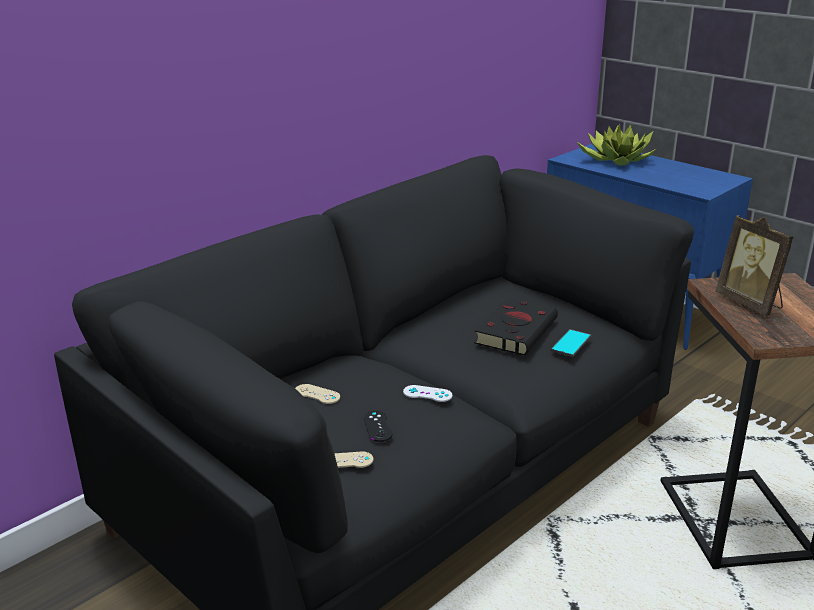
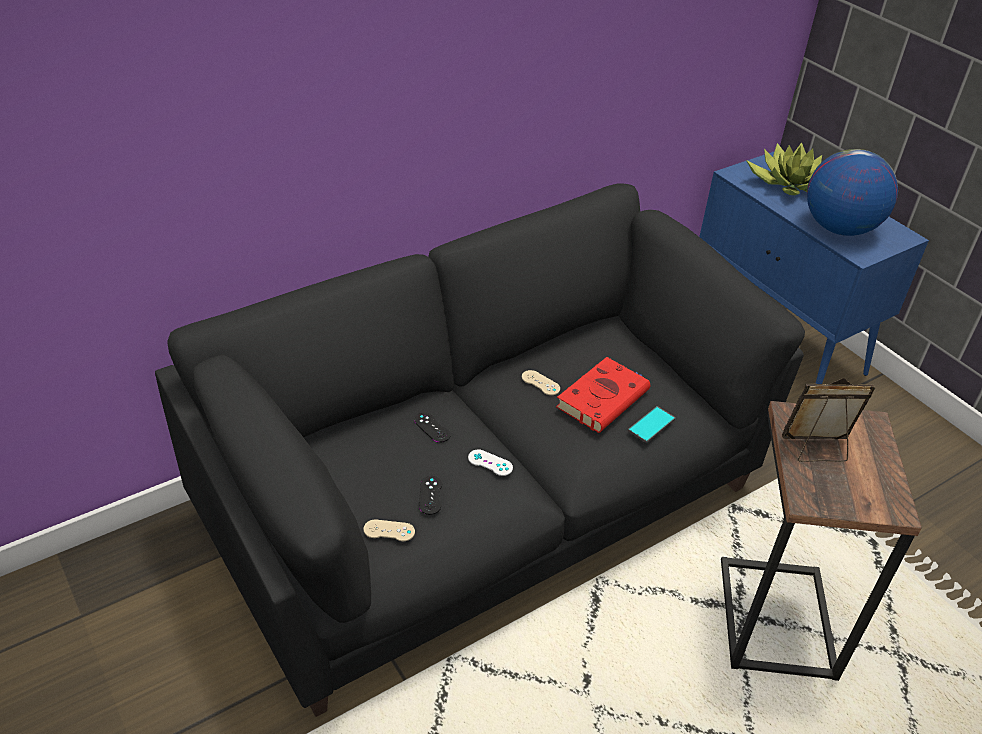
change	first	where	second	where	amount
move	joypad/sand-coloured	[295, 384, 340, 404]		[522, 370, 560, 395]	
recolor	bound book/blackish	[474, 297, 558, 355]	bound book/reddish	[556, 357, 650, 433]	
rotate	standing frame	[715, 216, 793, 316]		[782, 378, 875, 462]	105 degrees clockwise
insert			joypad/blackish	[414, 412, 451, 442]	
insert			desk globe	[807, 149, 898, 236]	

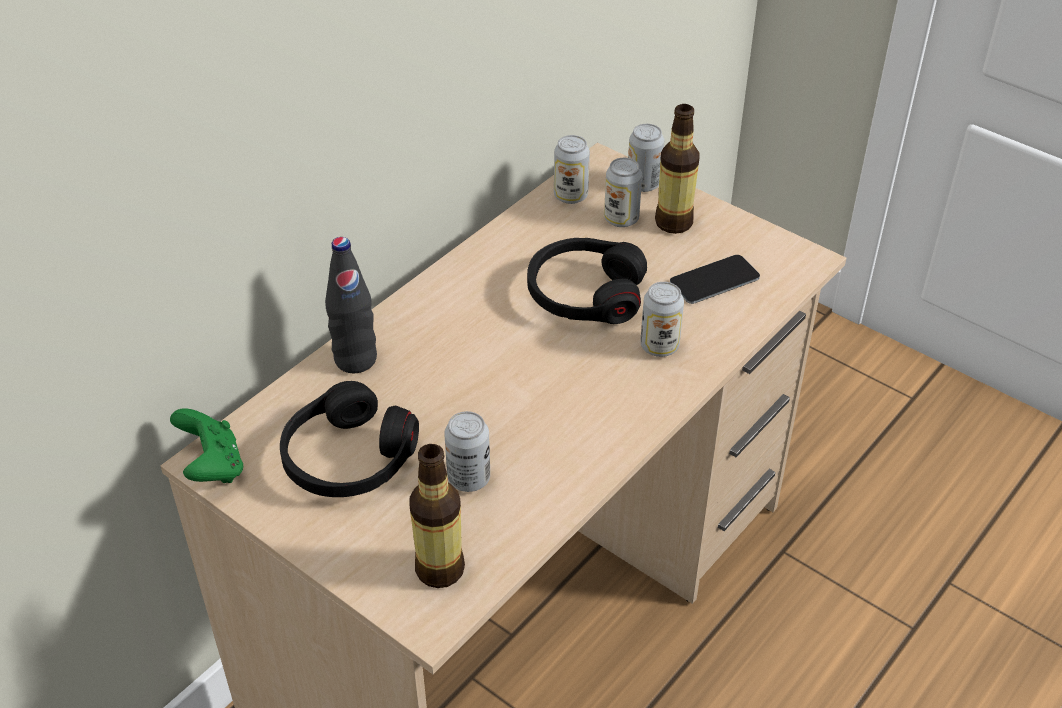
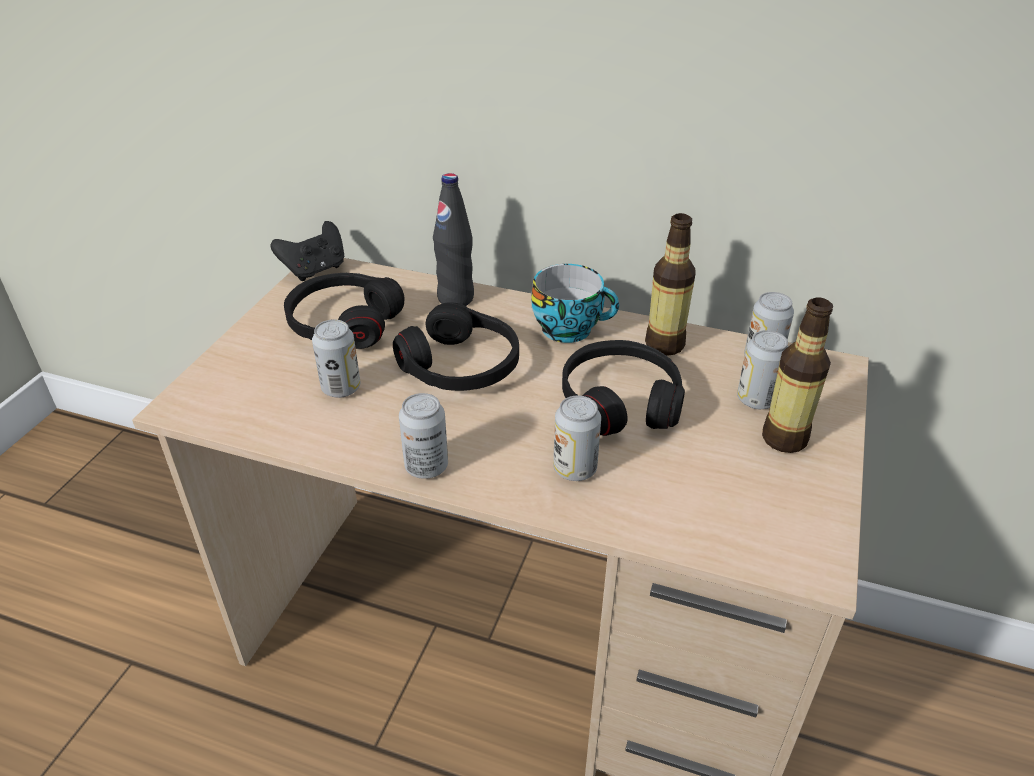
change	first	where	second	where	amount
recolor	joypad/green	[170, 408, 243, 483]	joypad/blackish	[271, 221, 344, 281]	
move	bottle	[409, 444, 465, 588]		[645, 213, 696, 356]	
move	sealed can	[628, 124, 664, 192]		[399, 393, 448, 479]	
delete	handset	[670, 255, 760, 304]			
insert			headset/blackish	[393, 303, 519, 391]	
insert			drinking cup	[531, 264, 619, 343]	

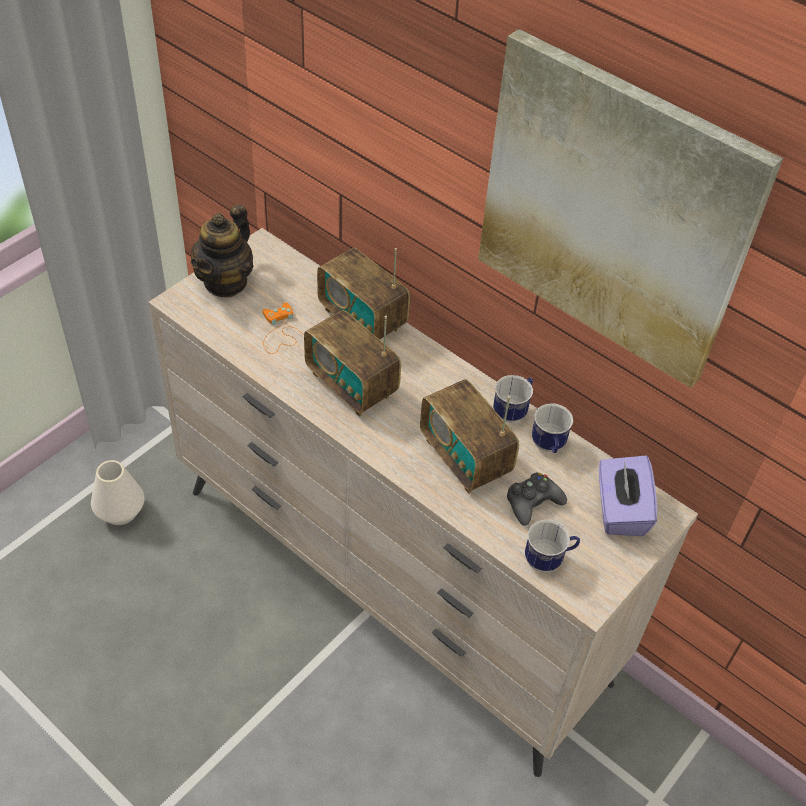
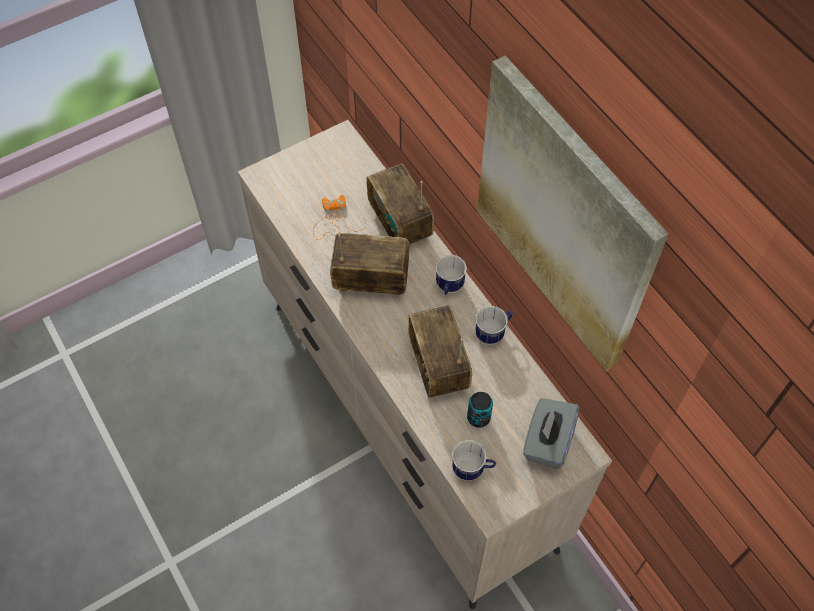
change	first	where	second	where	amount
delete	flower vase/white	[91, 460, 145, 525]			
delete	tea pot	[191, 204, 254, 297]			
rotate	radio set	[304, 310, 401, 417]		[330, 233, 409, 295]	120 degrees clockwise
replace	joypad/blackish	[507, 473, 567, 526]	sealed can	[467, 392, 493, 428]	
move	tea mug	[532, 403, 573, 453]		[436, 255, 467, 295]	
recolor	tissue box/purplish	[599, 456, 657, 536]	tissue box/gray	[523, 398, 580, 469]	

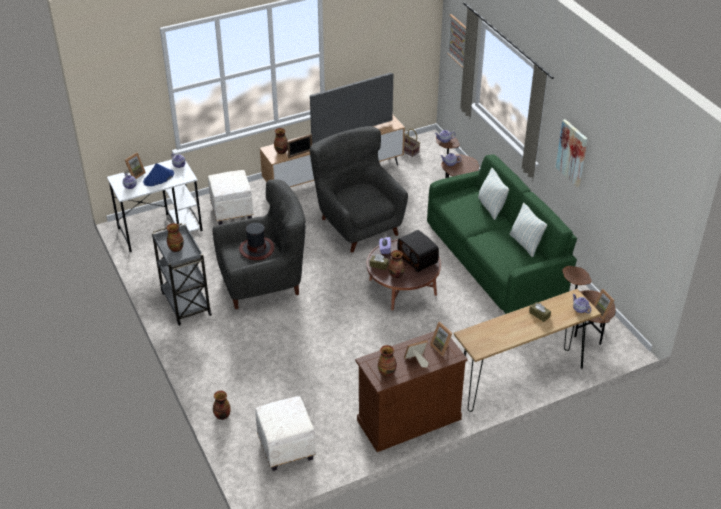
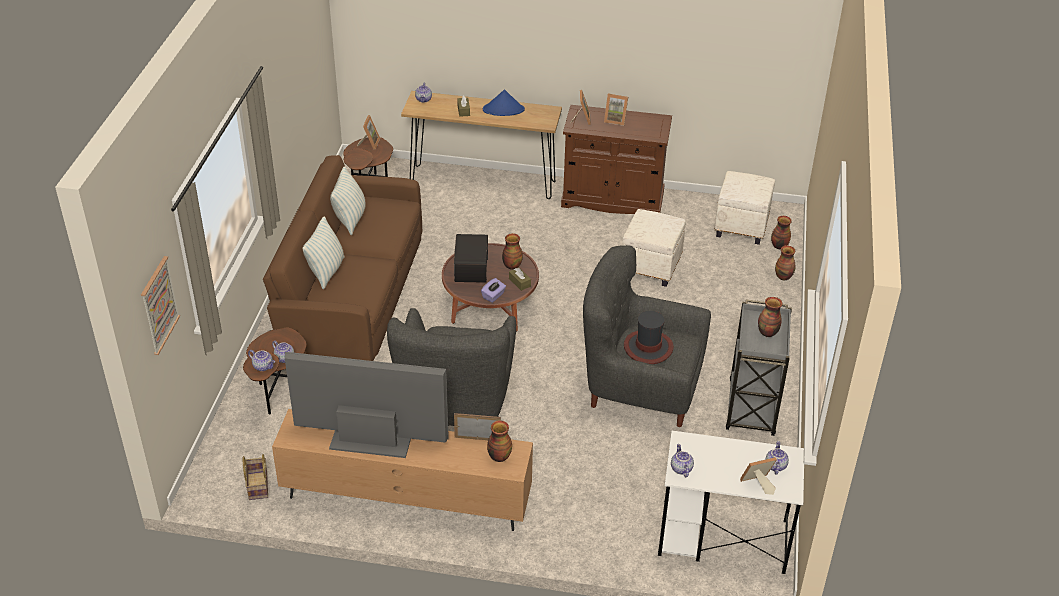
change	first	where	second	where	amount
move	wearable hat/blue-coloured	[143, 163, 174, 186]		[483, 90, 525, 116]	
move	ottoman/white	[208, 170, 254, 225]		[622, 209, 686, 287]	
move	flower vase	[378, 345, 397, 377]		[771, 216, 792, 250]	
recolor	couch/green	[427, 154, 577, 314]	couch/brown-coloured	[263, 155, 422, 361]	
delete	wall art	[556, 119, 588, 187]			

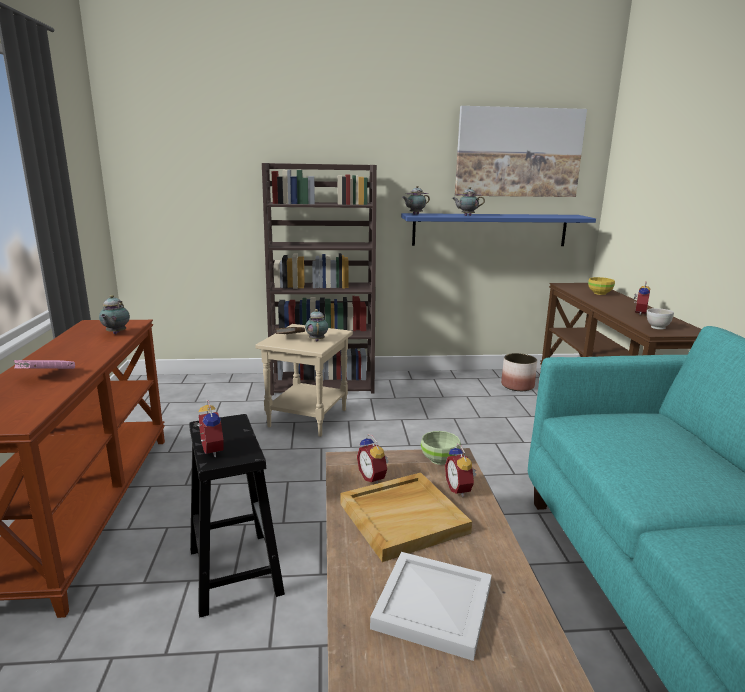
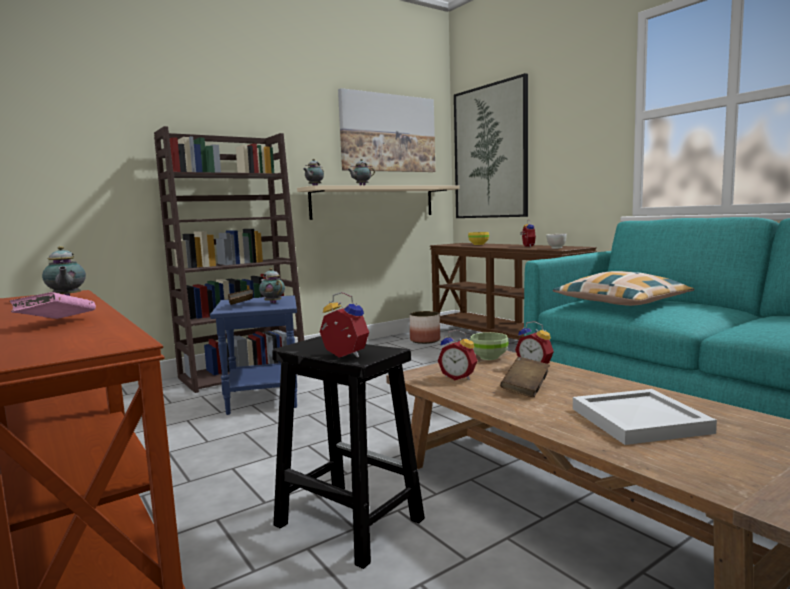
change	first	where	second	where	amount
recolor	side table/sand-coloured	[255, 324, 353, 437]	side table/blue-coloured	[210, 295, 297, 415]	
replace	tray/sand-coloured	[340, 473, 472, 562]	bound book/brown-coloured	[500, 357, 550, 397]	
recolor	bracket shelf/blue-coloured	[401, 213, 596, 246]	bracket shelf/sand-coloured	[297, 185, 460, 220]	
insert			wall art	[454, 73, 528, 218]	
insert			throw pillow	[553, 271, 694, 306]	

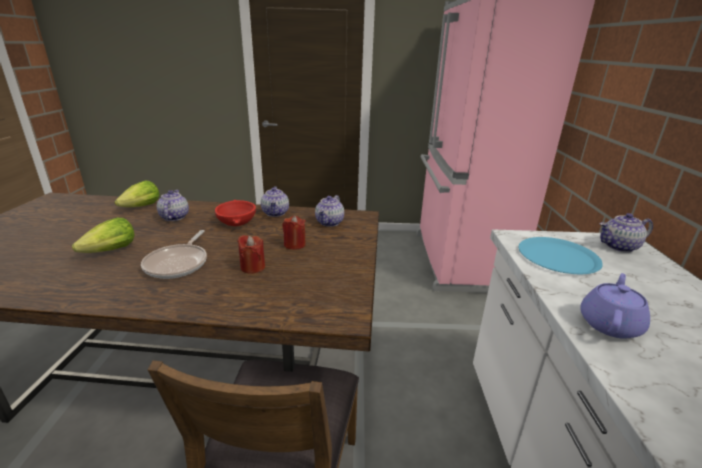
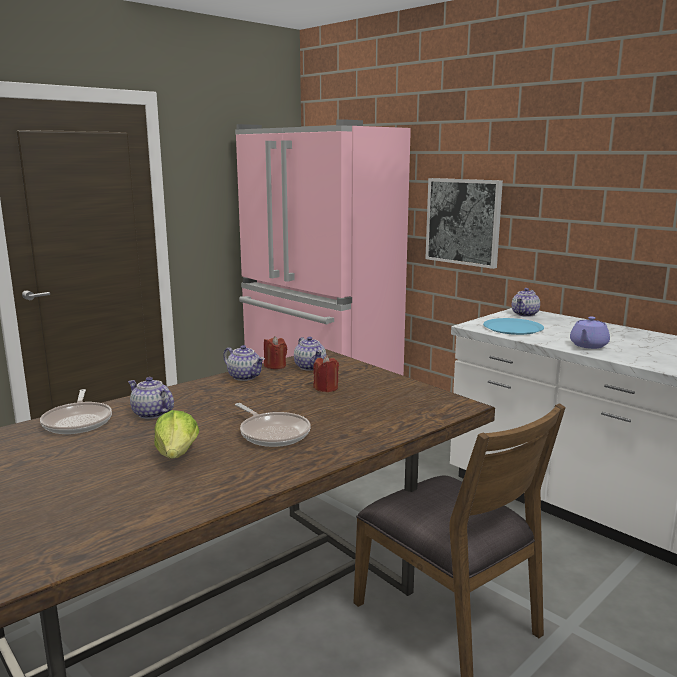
change	first	where	second	where	amount
replace	lettuce head	[114, 180, 159, 207]	skillet	[40, 389, 112, 434]	
delete	bowl/reddish	[215, 200, 256, 226]			
move	wax candle/reddish	[237, 235, 265, 274]		[264, 336, 287, 369]	
rotate	tea pot/purplish	[580, 273, 650, 339]		[570, 317, 610, 349]	135 degrees counterclockwise
insert			wall art	[425, 178, 503, 269]	

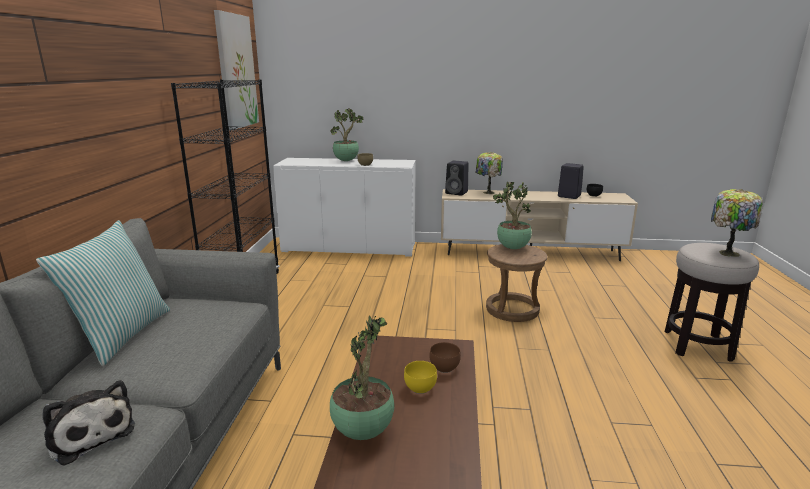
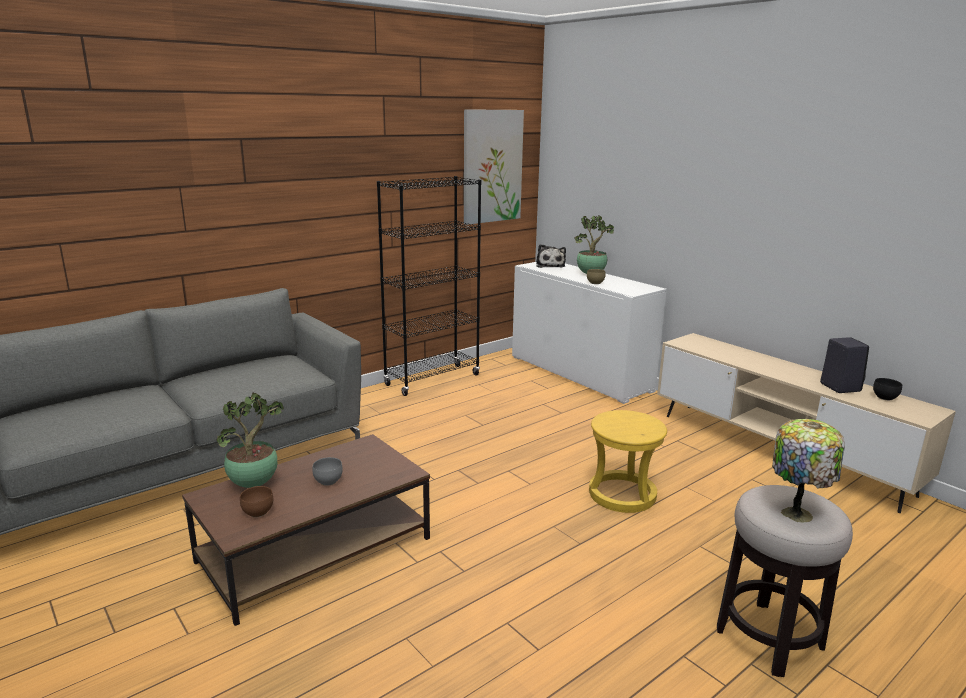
change	first	where	second	where	amount
delete	throw pillow	[36, 220, 170, 366]			
move	soft toy	[43, 380, 135, 465]		[536, 244, 566, 268]	
recolor	bowl/yellow	[404, 361, 437, 394]	bowl/gray	[313, 457, 343, 486]	
move	bowl/brown-coloured	[429, 342, 461, 373]		[240, 486, 273, 517]	
delete	speaker/blackish	[445, 161, 469, 195]			
delete	table lamp	[476, 152, 503, 194]			
recolor	stool seat/brown-coloured	[486, 244, 547, 322]	stool seat/yellow	[589, 410, 667, 513]	
delete	potted plant	[493, 181, 532, 249]			

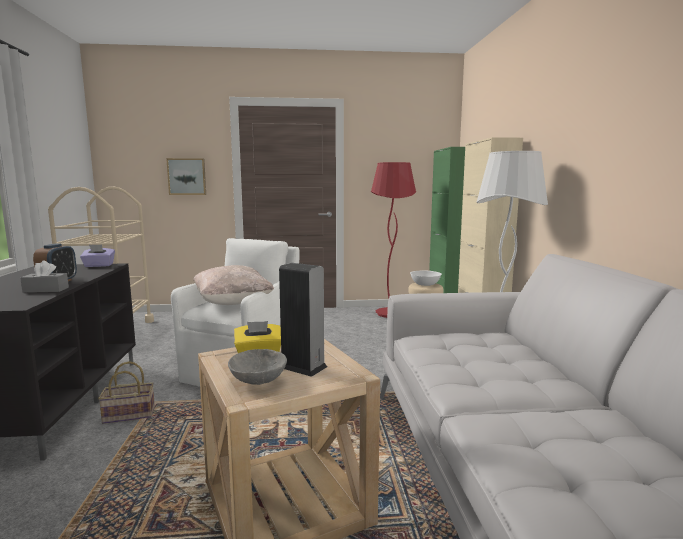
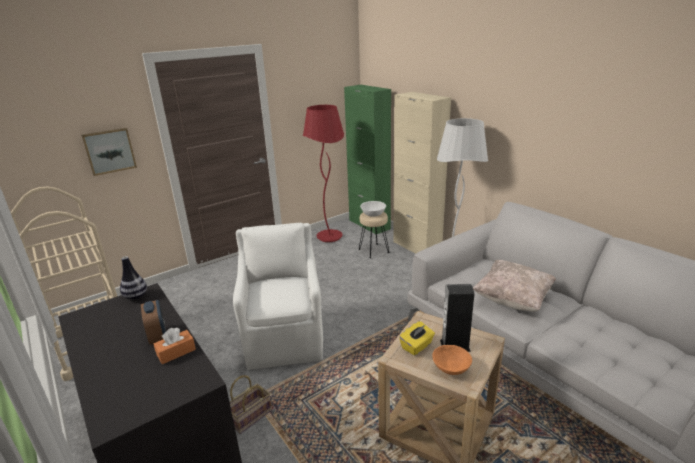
change	first	where	second	where	amount
recolor	tissue box/gray	[20, 260, 69, 293]	tissue box/orange-coloured	[154, 328, 196, 364]	
replace	tissue box/purplish	[80, 245, 115, 267]	flower vase	[120, 256, 147, 300]	
move	throw pillow/sand-coloured	[193, 265, 274, 305]		[473, 260, 556, 311]	
recolor	bowl/gray	[228, 349, 287, 385]	bowl/orange-coloured	[432, 345, 472, 375]	

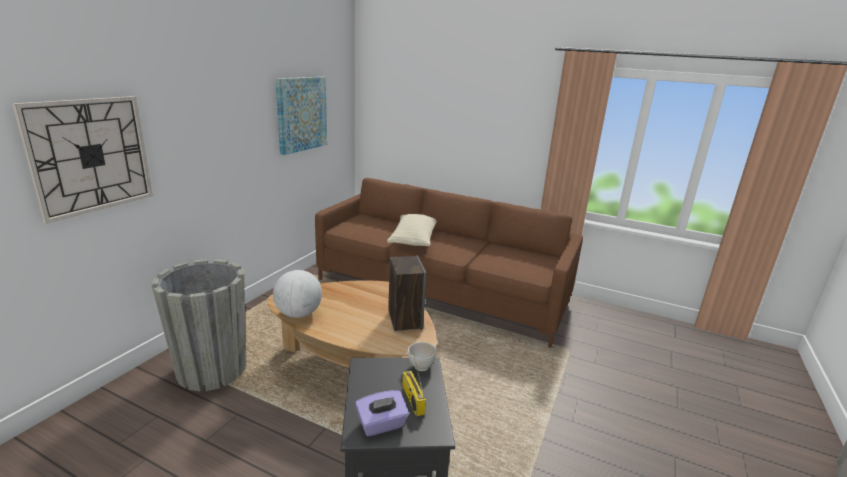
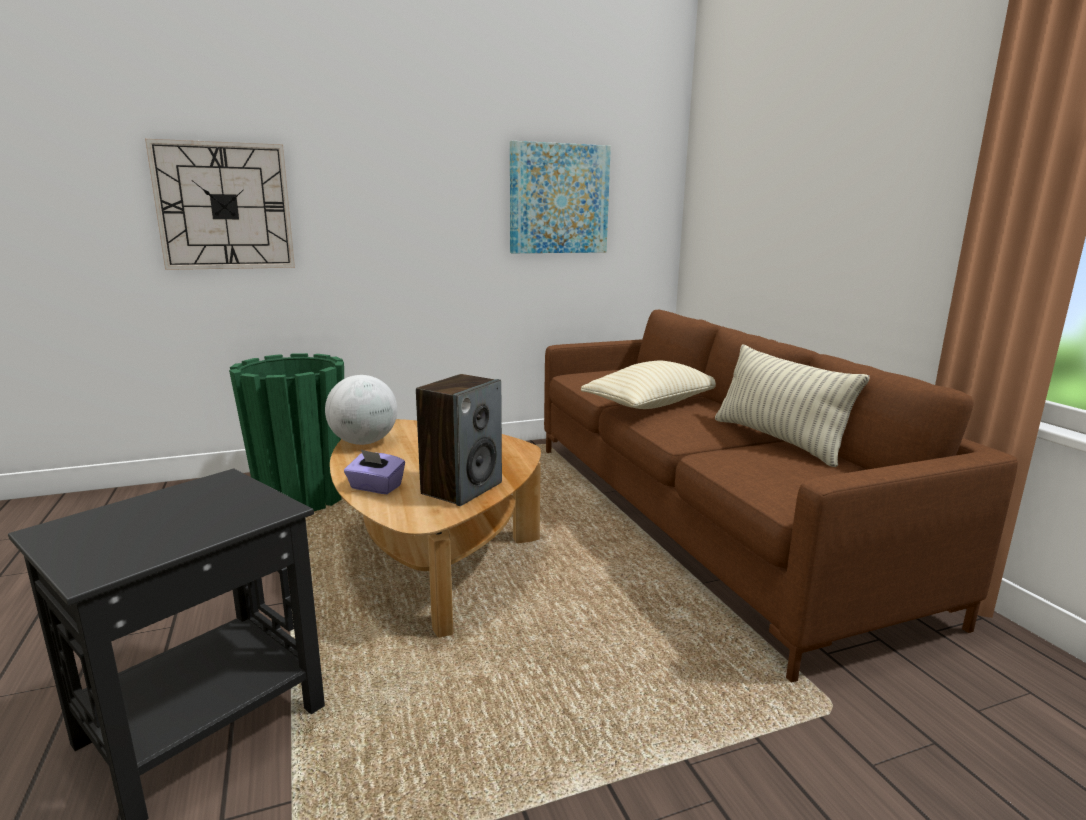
change	first	where	second	where	amount
recolor	plant pot/gray	[152, 259, 246, 392]	plant pot/green	[229, 353, 344, 511]	
move	tissue box/purplish	[355, 390, 409, 436]		[344, 450, 405, 494]	
delete	radio set	[402, 352, 426, 417]			
delete	bowl/white	[408, 342, 436, 371]			
insert			throw pillow	[715, 344, 870, 467]	

